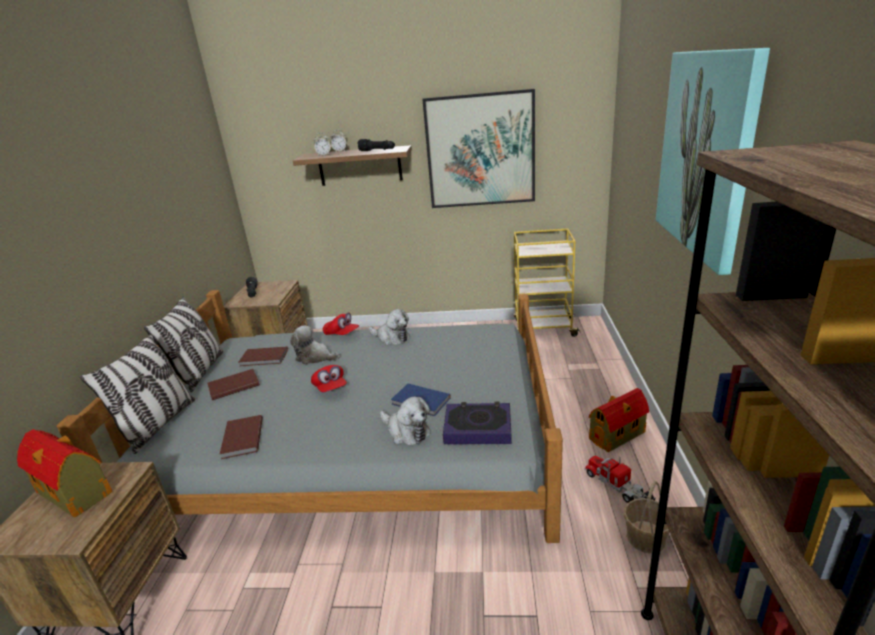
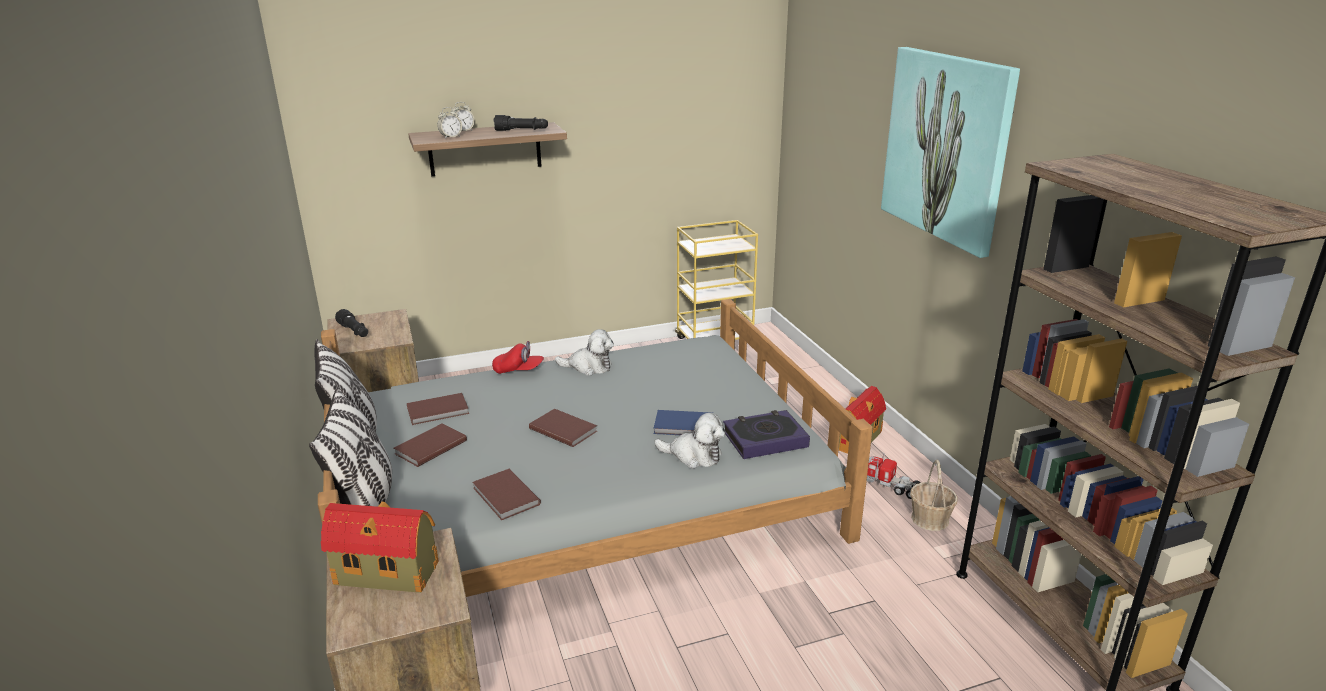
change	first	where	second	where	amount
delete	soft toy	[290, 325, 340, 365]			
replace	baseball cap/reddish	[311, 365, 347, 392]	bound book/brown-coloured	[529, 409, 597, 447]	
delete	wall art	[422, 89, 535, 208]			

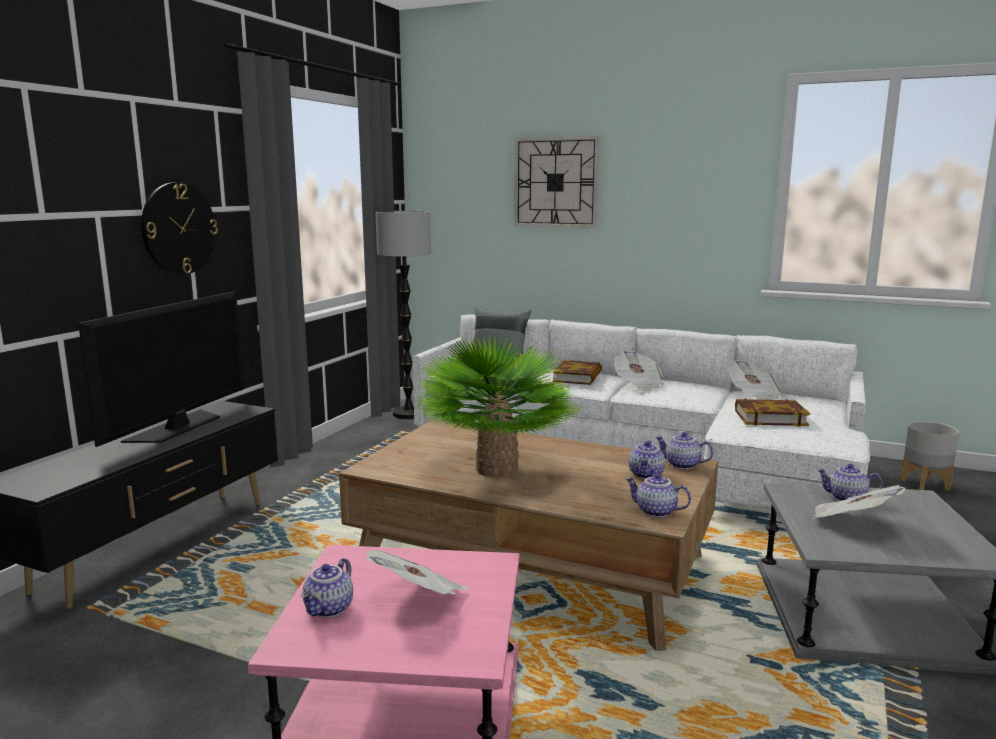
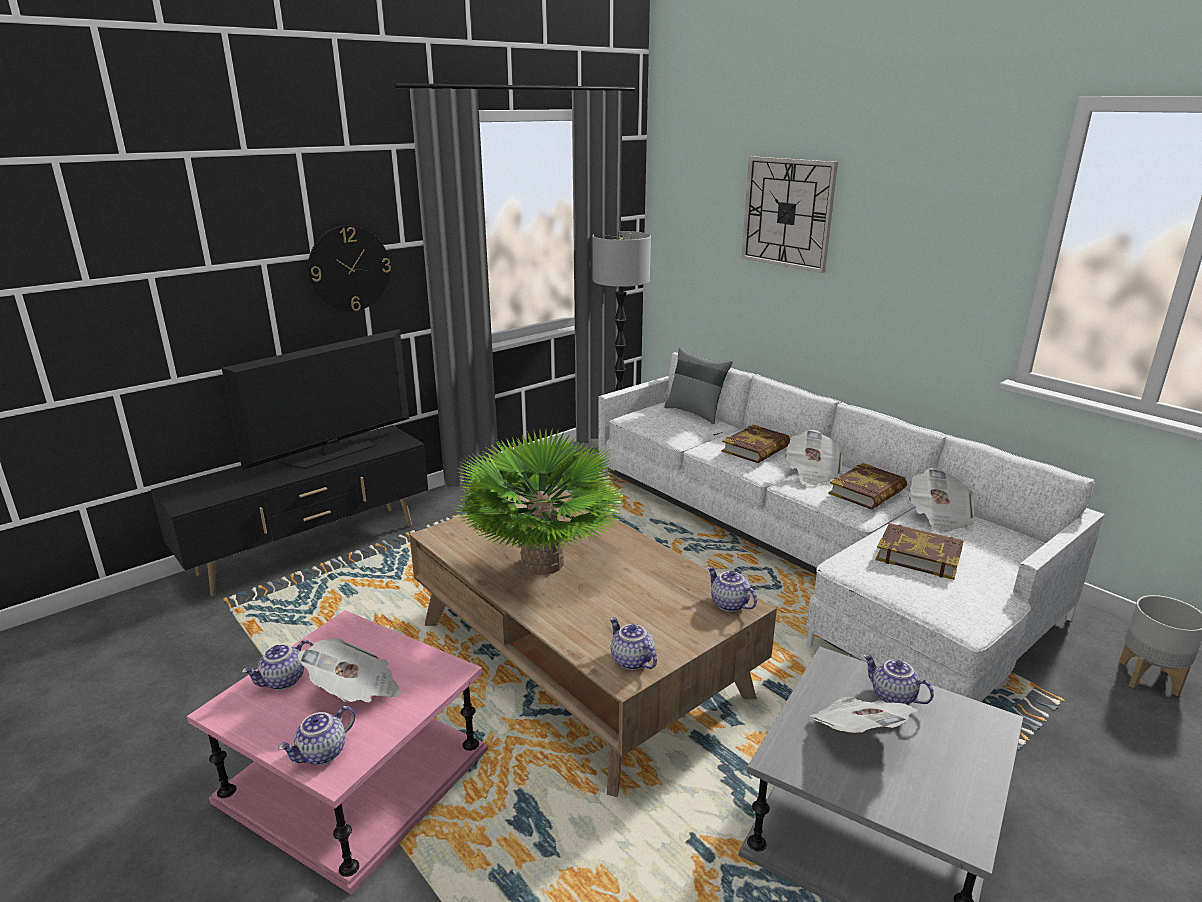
change	first	where	second	where	amount
move	tea pot	[628, 440, 665, 479]		[278, 706, 355, 765]	
insert			bound book	[828, 463, 907, 510]	

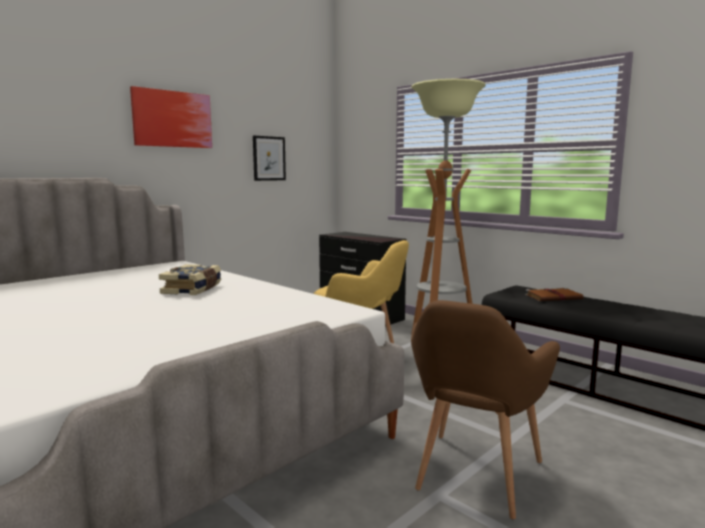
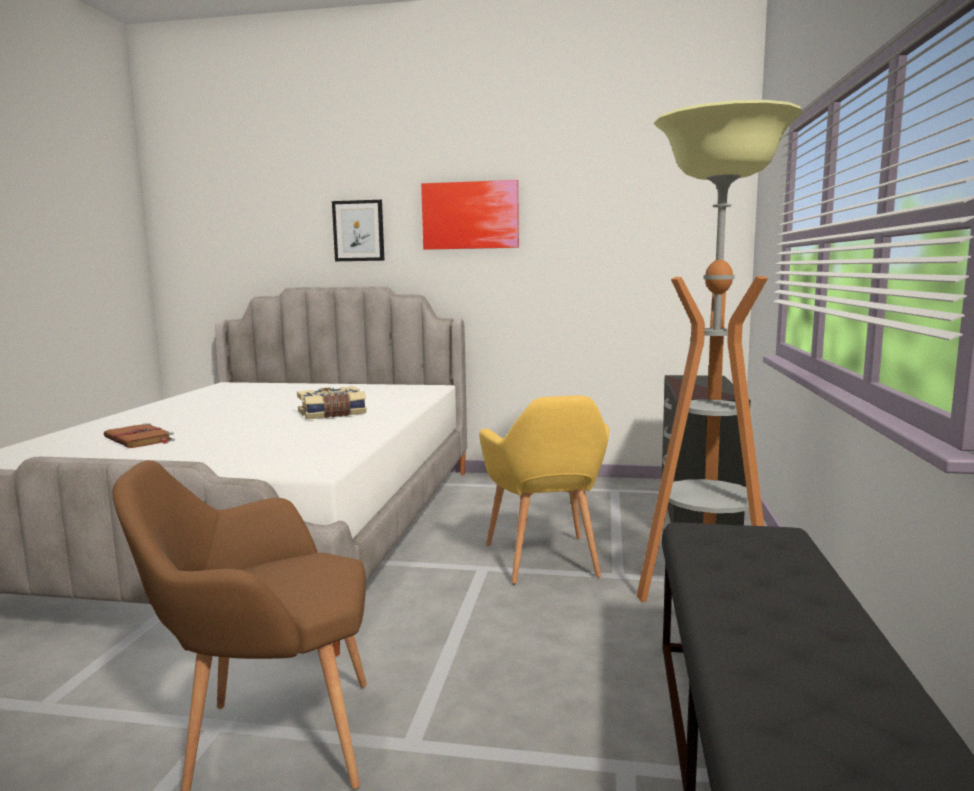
change	first	where	second	where	amount
move	wall art	[253, 136, 286, 181]		[332, 200, 384, 261]	
move	bound book/brown-coloured	[525, 288, 584, 301]		[104, 423, 175, 448]	

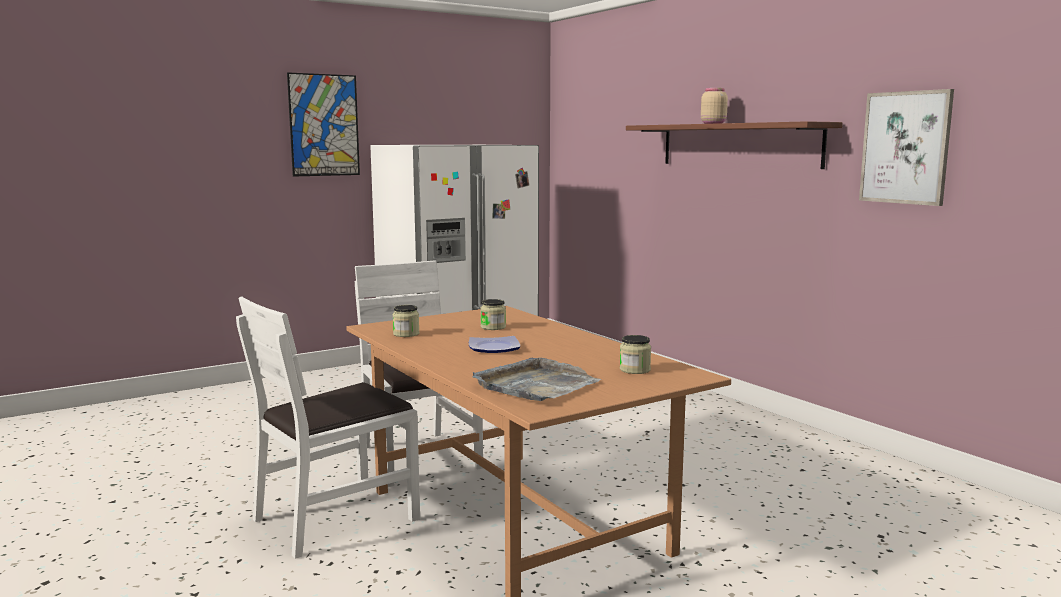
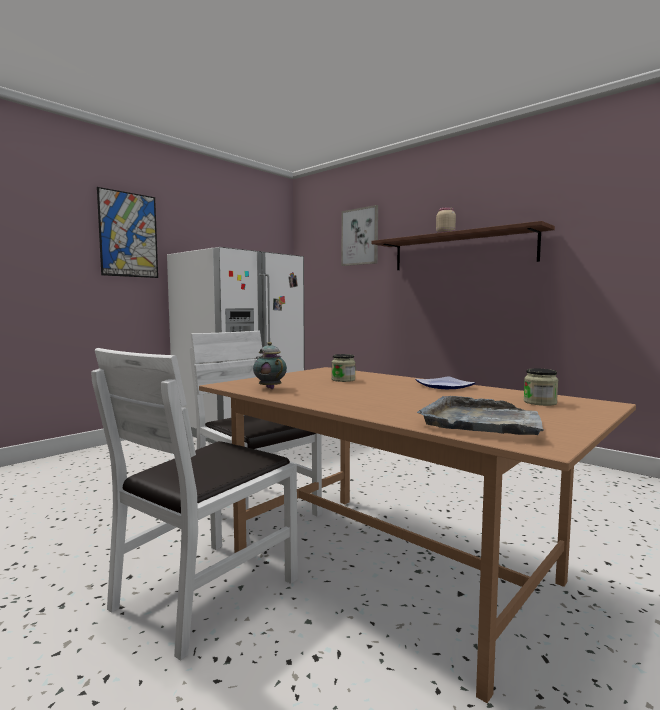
change	first	where	second	where	amount
replace	storage jar	[393, 305, 419, 337]	tea pot	[253, 342, 287, 389]	
move	dinner plate	[469, 336, 520, 353]		[415, 376, 476, 389]	
move	wall art	[859, 89, 954, 206]		[341, 205, 378, 266]	

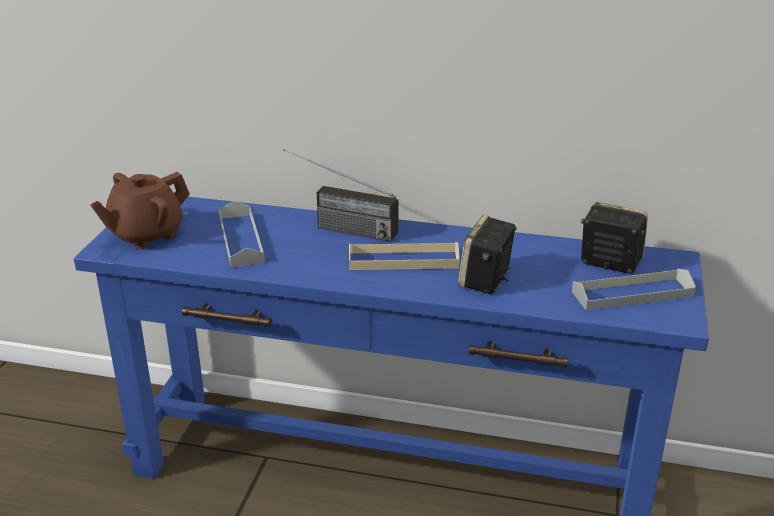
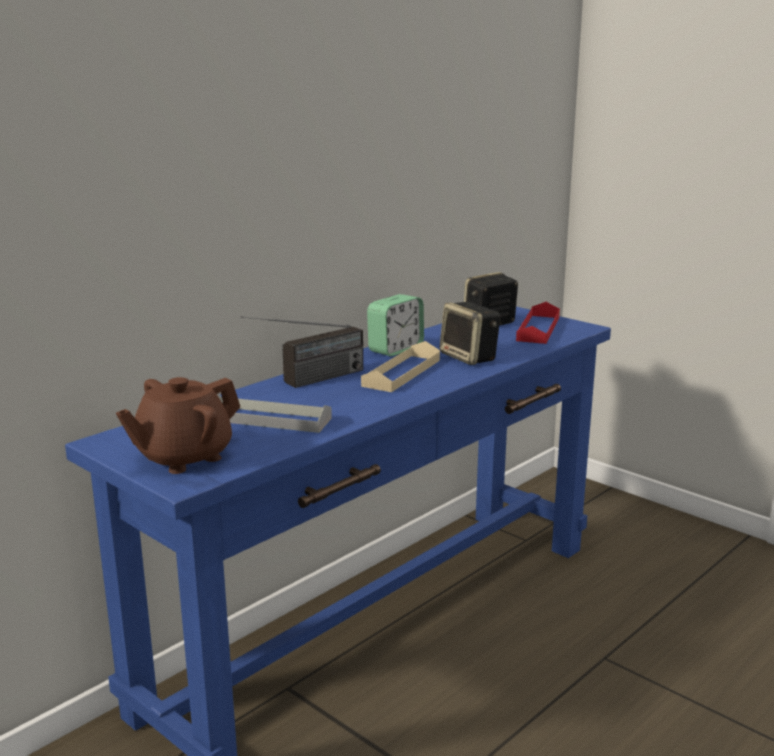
change	first	where	second	where	amount
rotate	tea pot/brown-coloured	[90, 172, 190, 249]		[116, 377, 240, 474]	60 degrees clockwise
recolor	tray/gray	[572, 269, 696, 311]	tray/reddish	[516, 302, 560, 344]	
insert			bedside clock	[367, 294, 424, 356]	

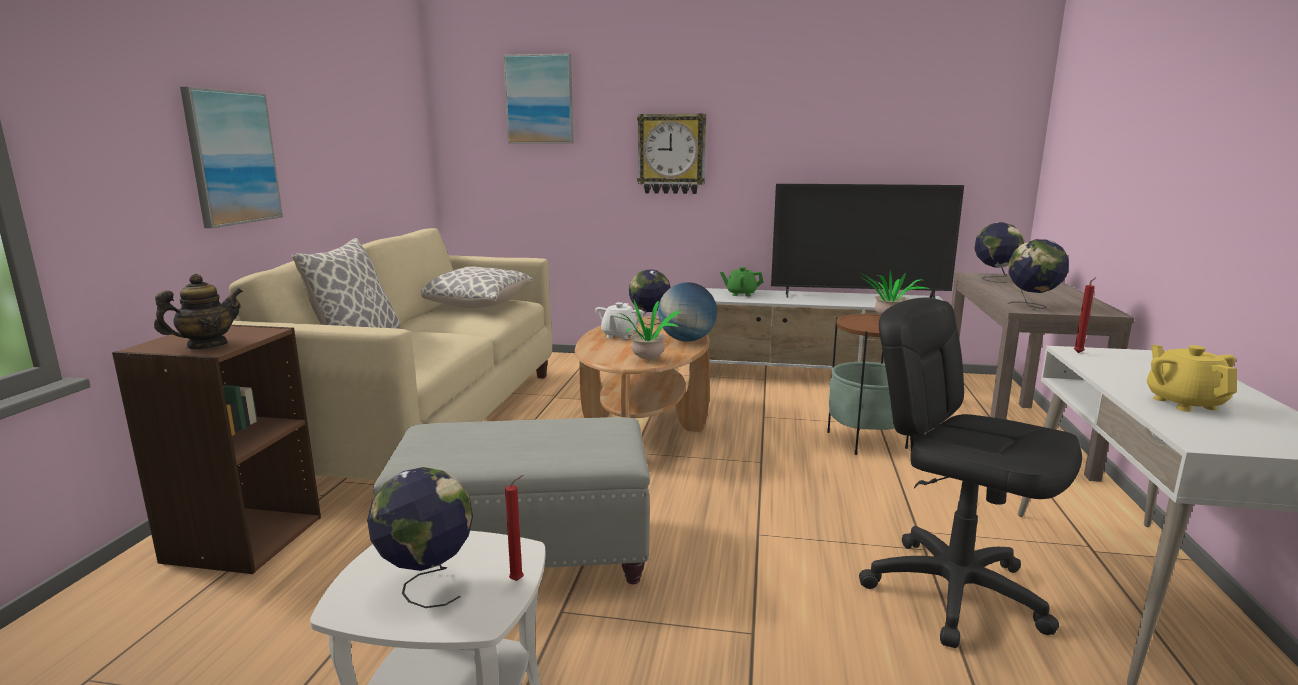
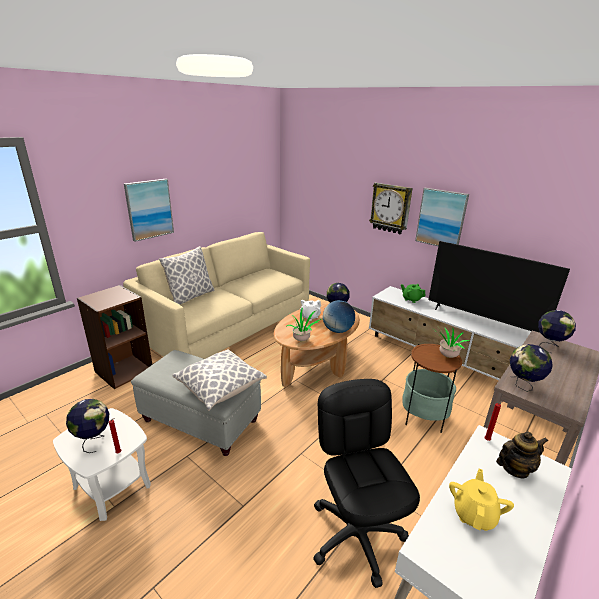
change	first	where	second	where	amount
move	tea pot	[154, 274, 243, 349]		[496, 432, 548, 479]	
move	throw pillow	[421, 266, 533, 308]		[173, 349, 267, 411]	
move	wall art	[503, 53, 574, 144]		[415, 188, 469, 246]	

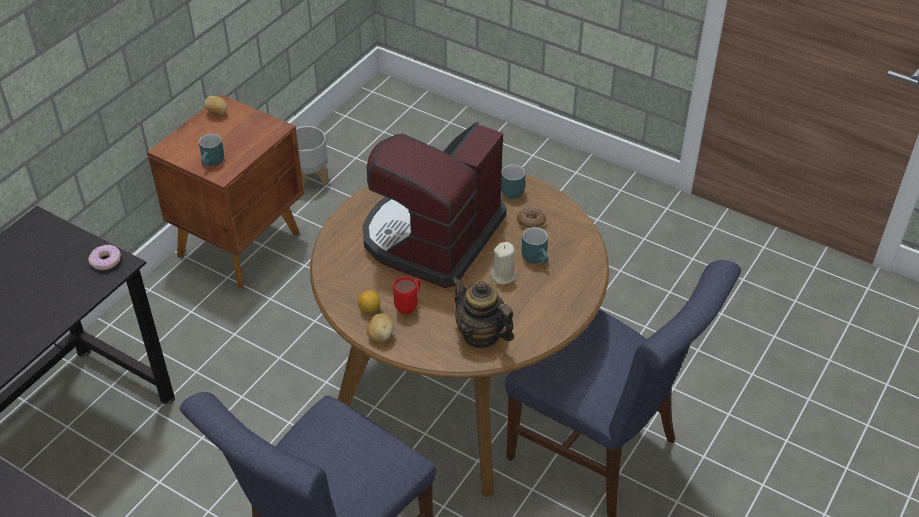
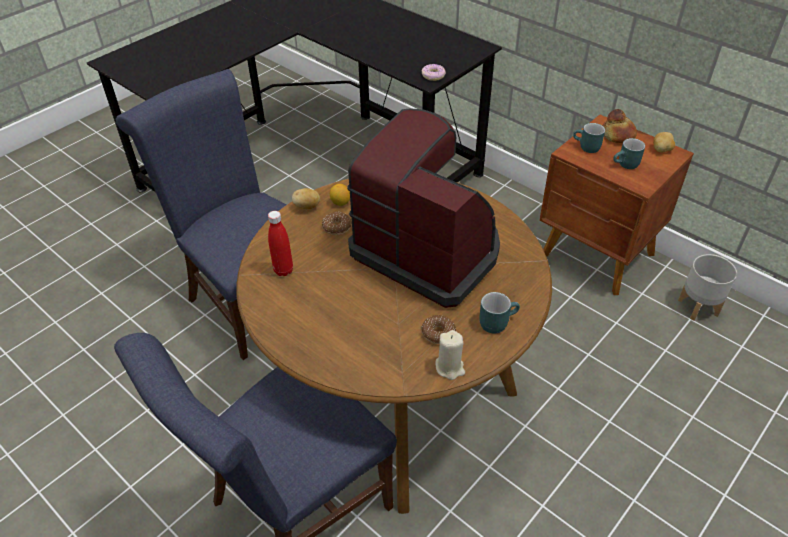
change	first	where	second	where	amount
replace	tea mug/reddish	[393, 277, 421, 315]	doughnut	[322, 212, 352, 235]	
replace	tea pot	[451, 277, 514, 349]	bottle/reddish	[268, 211, 293, 276]	
move	wax candle/sand-coloured	[490, 242, 517, 284]		[436, 330, 465, 380]	
move	tea mug/turquoise-coloured	[522, 227, 548, 264]		[613, 138, 645, 169]	
insert			bakery bread	[603, 109, 637, 143]	

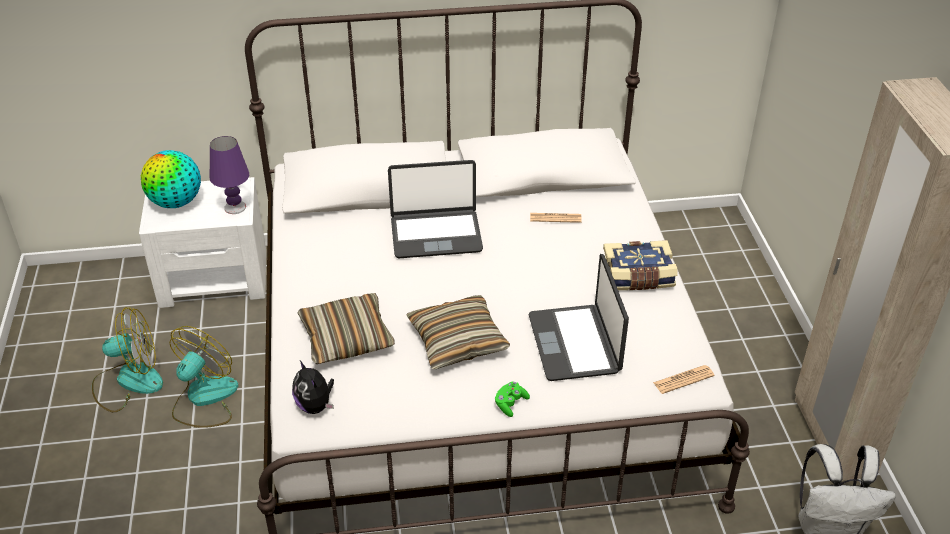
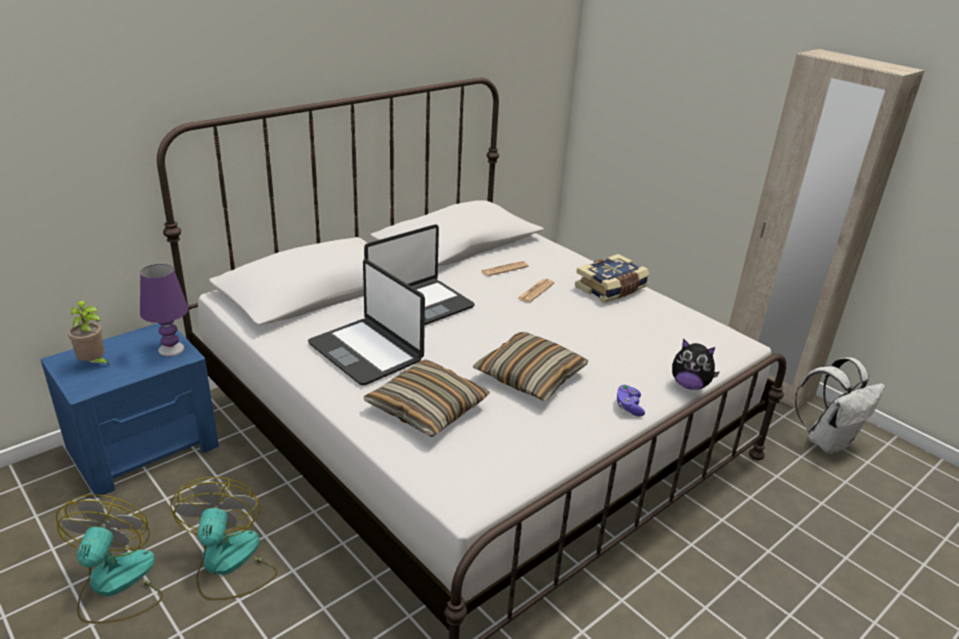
change	first	where	second	where	amount
rotate	cooling fan	[92, 307, 163, 412]		[56, 495, 163, 624]	45 degrees counterclockwise
recolor	bedside table/white	[139, 177, 266, 308]	bedside table/blue-coloured	[40, 323, 219, 497]	
replace	desk globe	[141, 150, 201, 208]	potted plant	[68, 301, 109, 365]	
move	soft toy	[292, 361, 334, 414]		[672, 339, 720, 390]	
recolor	joypad/green	[495, 382, 530, 417]	joypad/purplish	[617, 385, 645, 416]	
move	laptop	[529, 254, 629, 381]		[308, 260, 425, 385]	
move	newspaper	[653, 365, 714, 394]		[517, 279, 554, 303]	

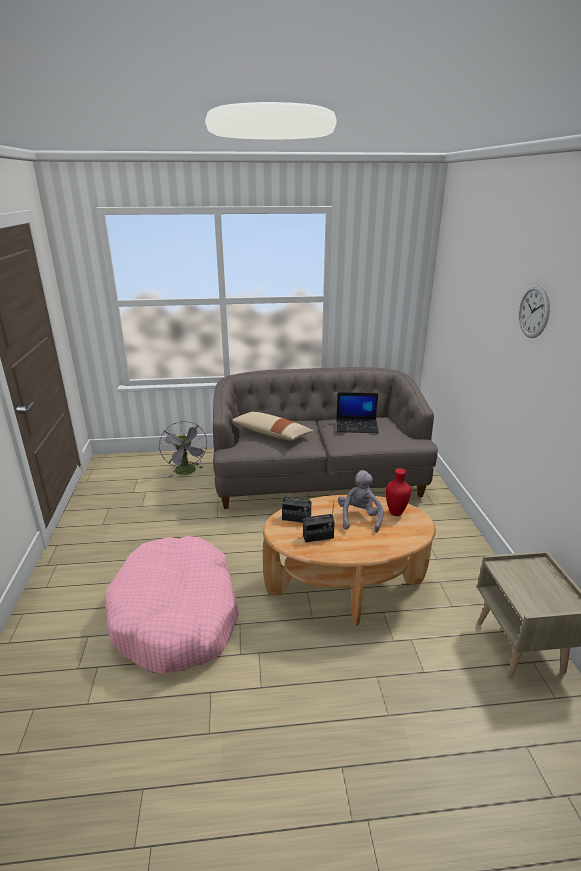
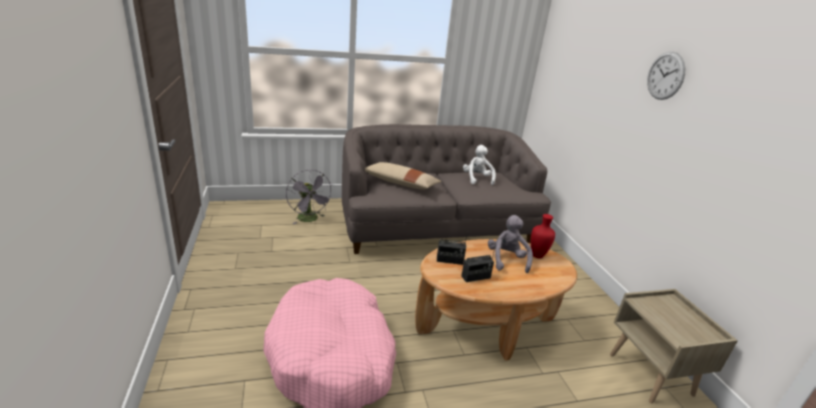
change	first	where	second	where	amount
replace	laptop	[336, 392, 379, 433]	soft toy/white	[463, 145, 496, 186]	

